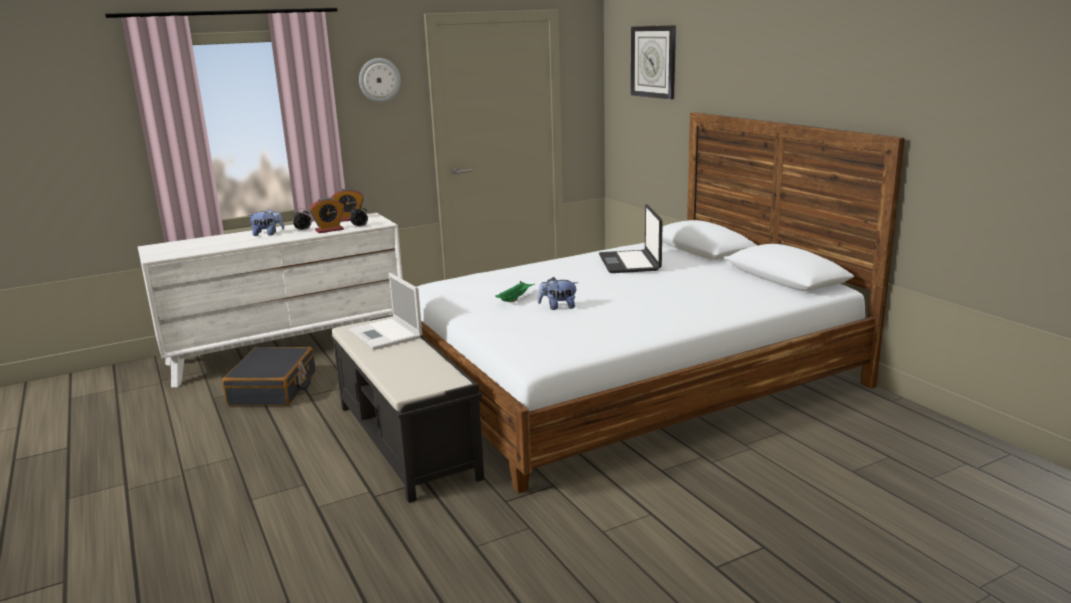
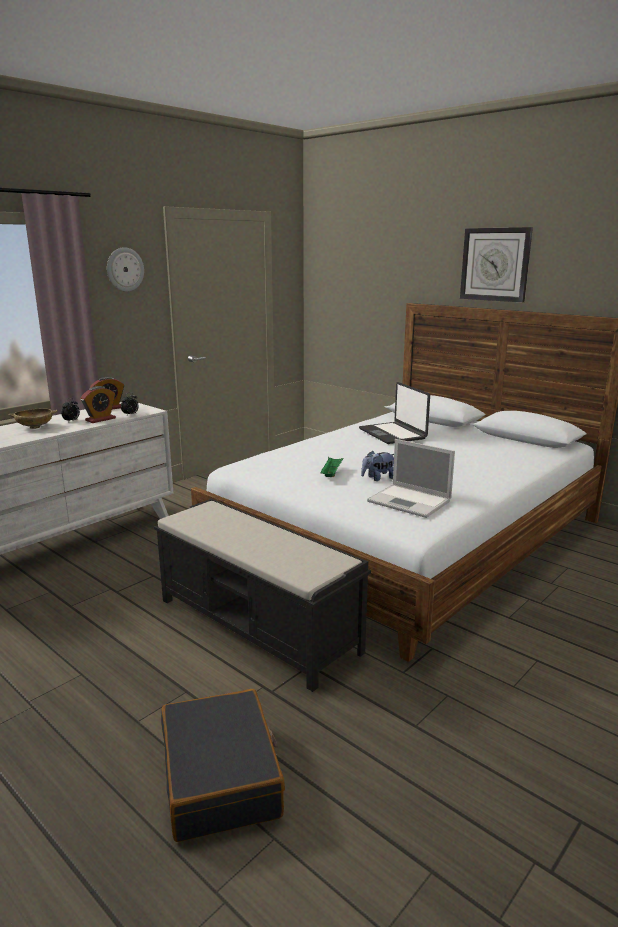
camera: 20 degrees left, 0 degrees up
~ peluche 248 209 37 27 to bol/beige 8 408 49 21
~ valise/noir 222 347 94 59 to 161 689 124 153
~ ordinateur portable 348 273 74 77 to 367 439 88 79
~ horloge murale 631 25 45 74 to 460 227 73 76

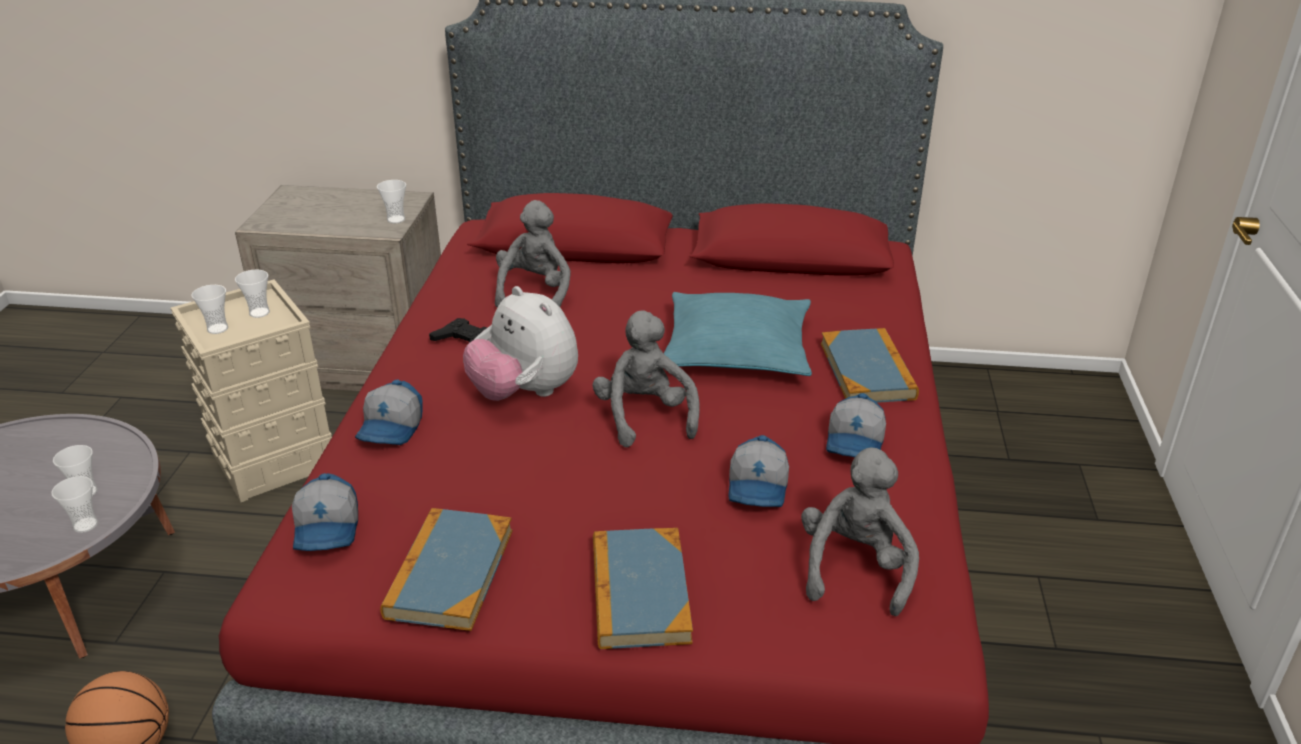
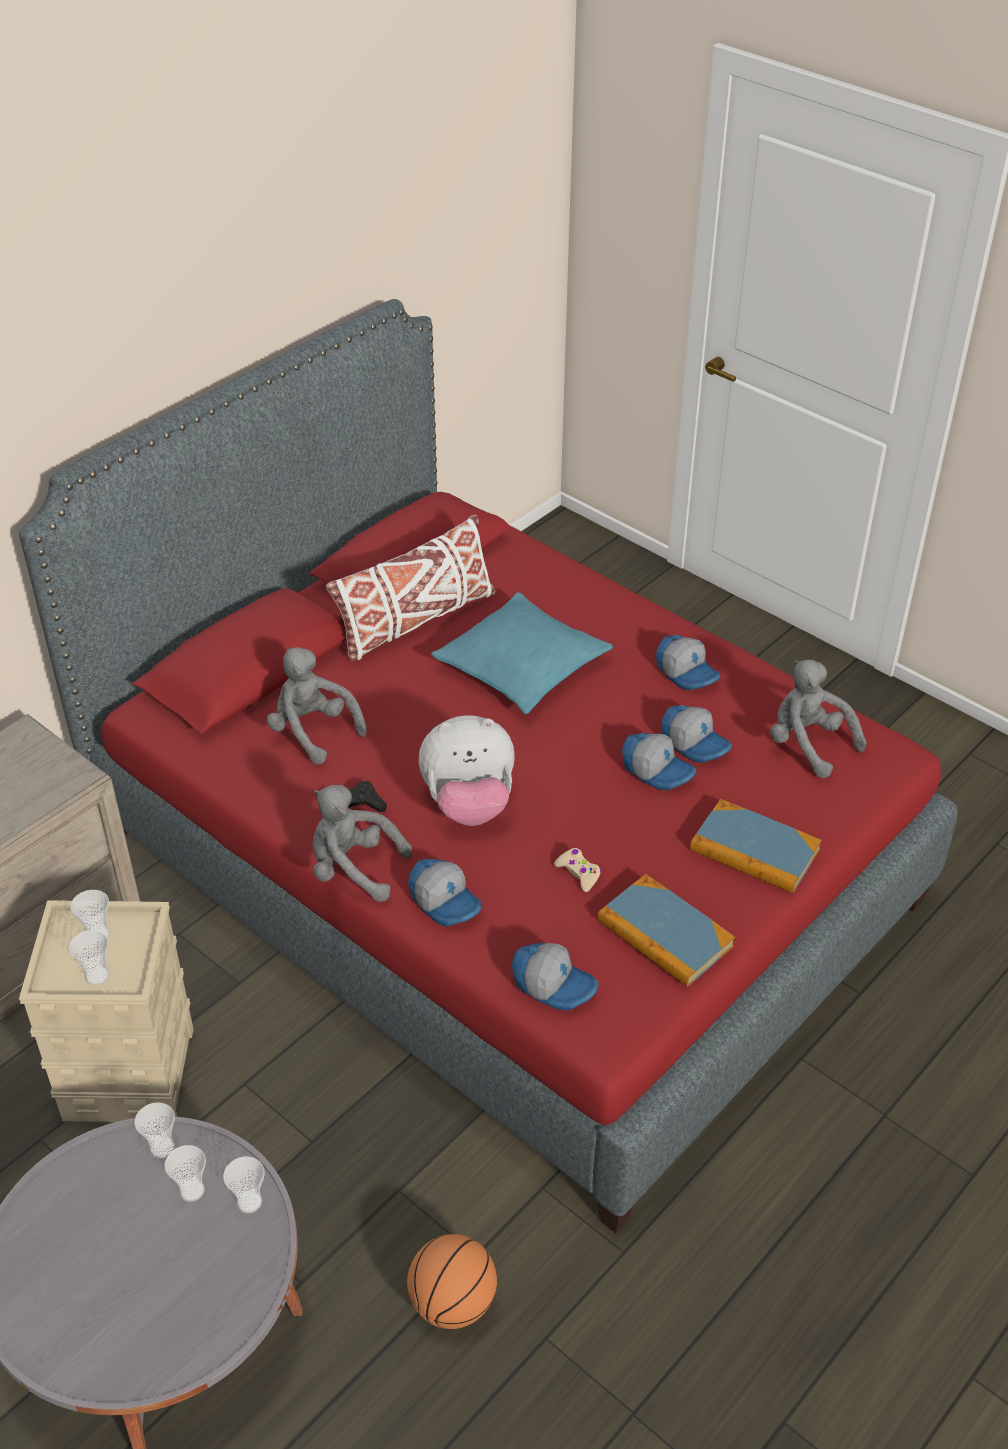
camera: 55 degrees left, 10 degrees up
~ tasse 377 180 29 43 to 135 1102 40 56
~ peluche/gris 593 311 107 136 to 313 785 99 117
+ coussin/blanc 326 514 169 147
+ manette/beige 554 848 47 44
+ casquette 622 733 74 57
- livre 821 328 98 75

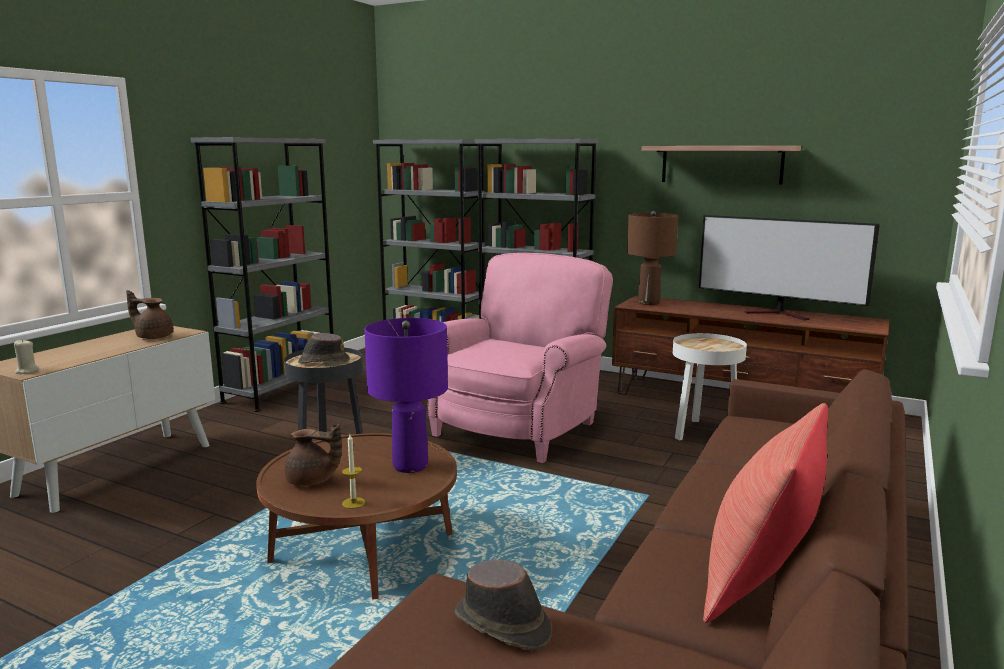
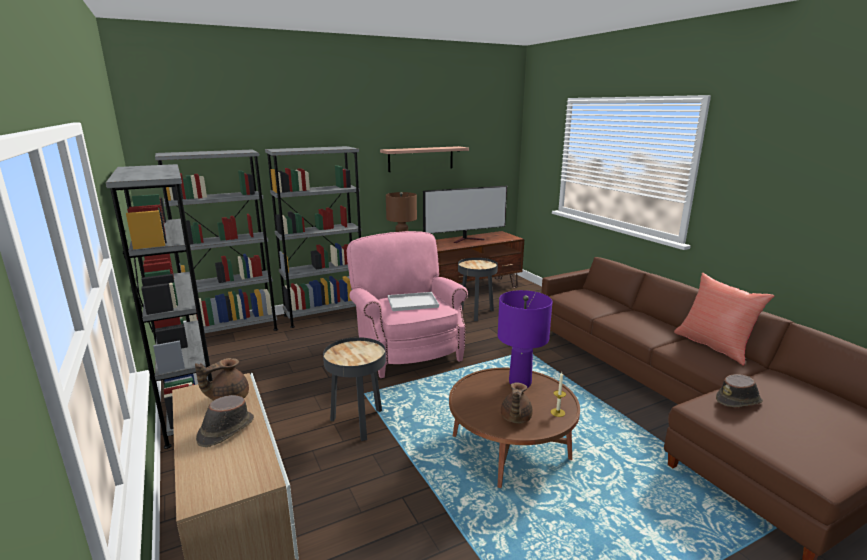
camera: 55 degrees left, 5 degrees up
~ chapeau/marron 298 333 52 30 to 196 395 58 52
+ plateau/blanc 388 292 51 19
~ table d'appoint/blanc 673 333 74 108 to table d'appoint/noir 458 258 40 63
~ théière/marron 285 424 57 62 = 501 382 32 41 150 degrees clockwise
- bougie/beige 14 339 25 35

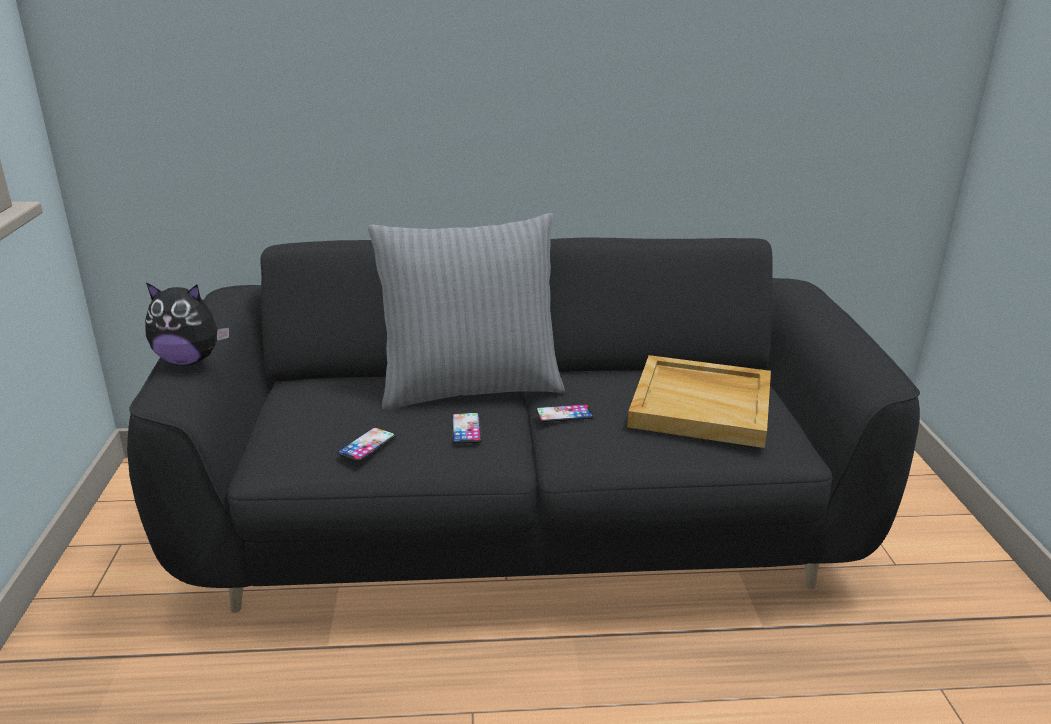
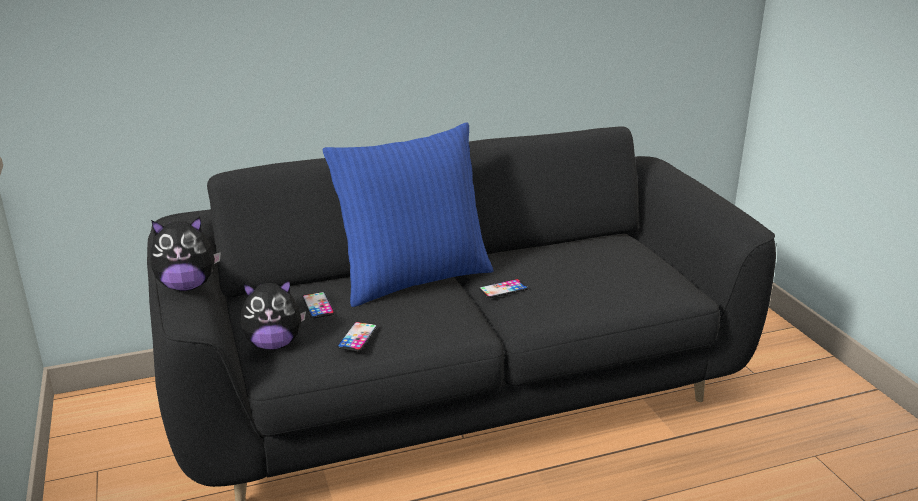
camera: 15 degrees left, 0 degrees up
+ peluche 241 279 65 71
~ téléphone 452 413 30 31 to 302 292 33 26
~ coussin/gris 368 213 197 197 to coussin/bleu 322 122 172 185
- plateau/beige 627 355 144 93

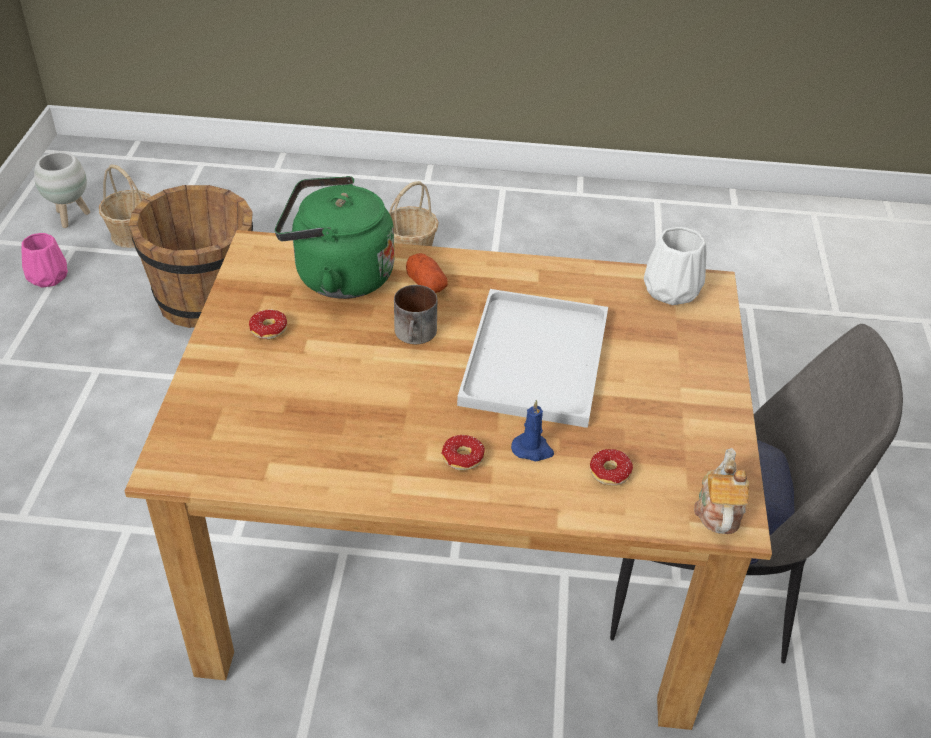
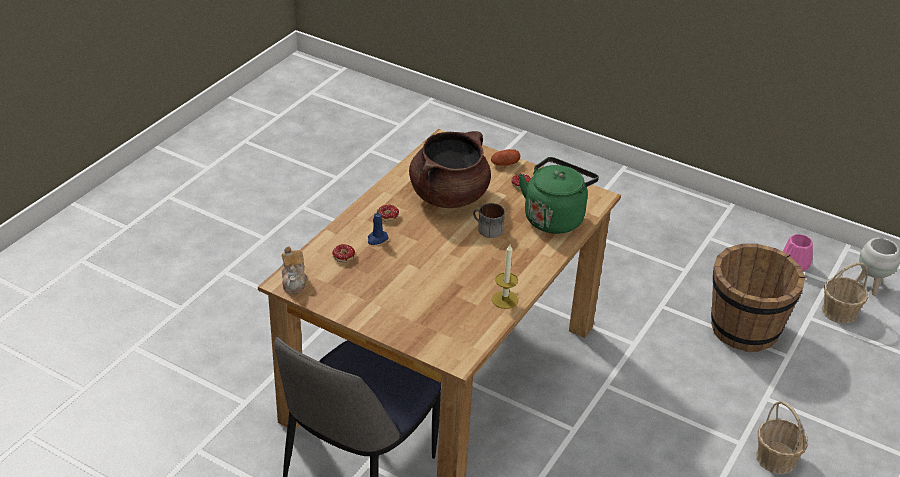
camera: 115 degrees right, 5 degrees down
~ théière 694 448 55 86 = 281 246 26 48 45 degrees clockwise
+ marmite/marron 409 131 82 77
~ pomme de terre 406 253 42 40 to 491 149 29 16
+ bougie 492 245 26 64
- plateau/blanc 457 289 151 139
- vase/blanc 644 227 62 78

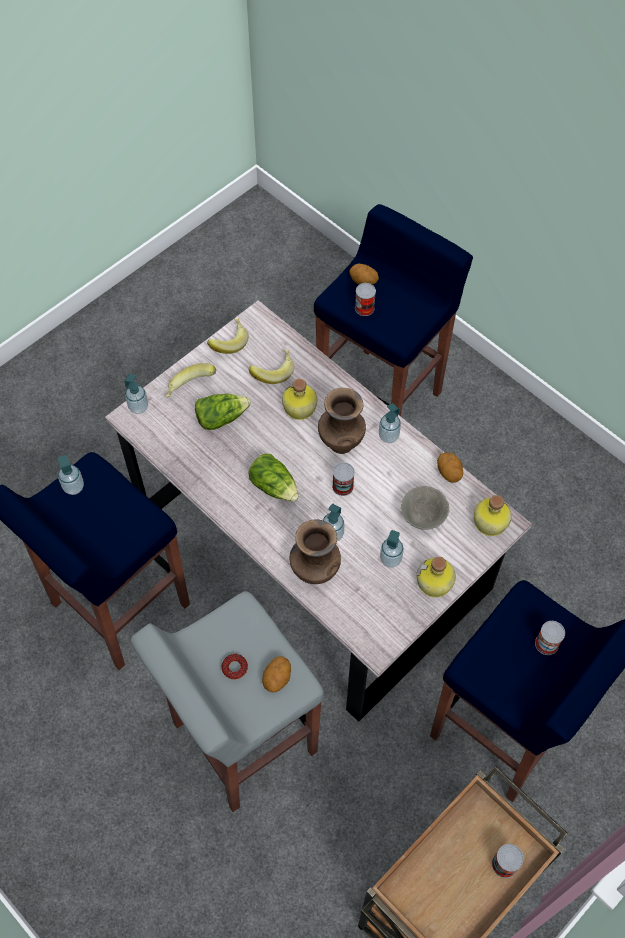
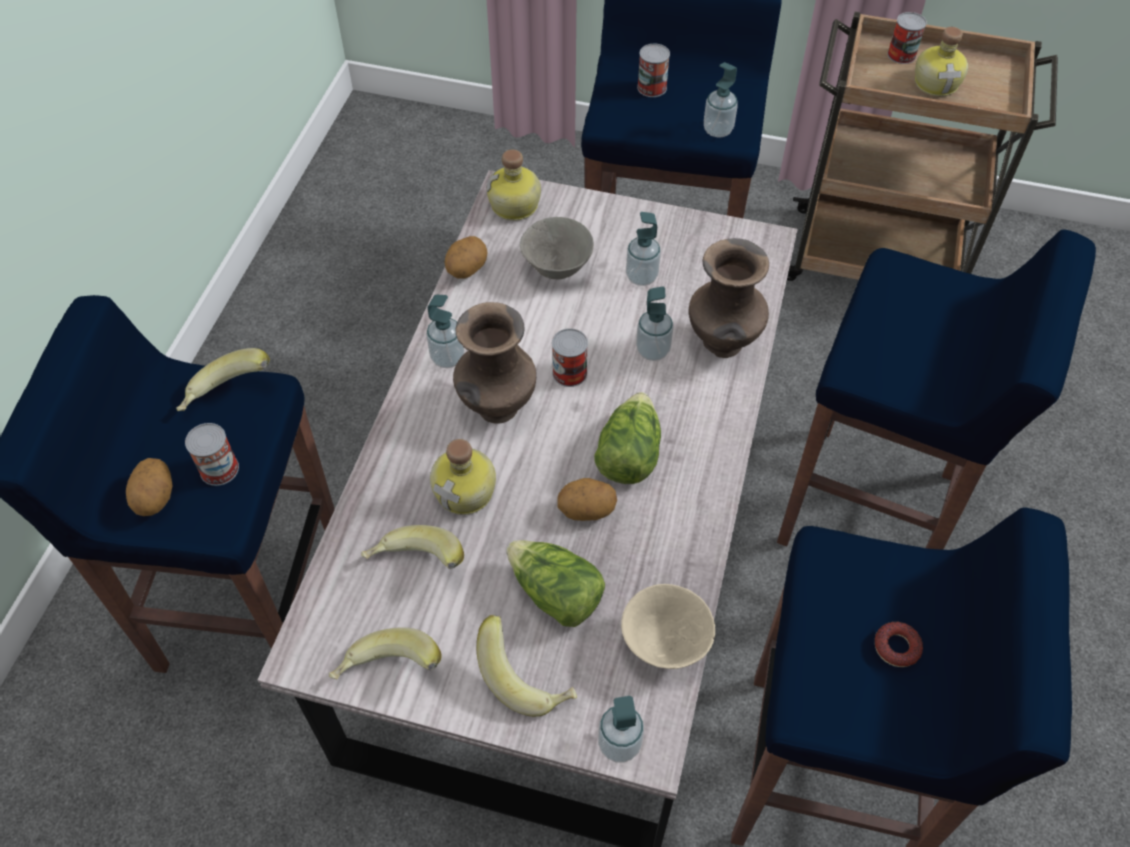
camera: 120 degrees left, 5 degrees down
+ banane 176 348 94 63
~ pomme de terre 262 656 29 37 to 557 478 60 43
+ bol/beige 621 584 94 85
~ distributeur de savon 58 455 26 40 to 704 62 34 75
~ tabouret/gris 131 591 193 221 to tabouret/bleu 777 229 319 321
~ beignet 221 654 27 26 to 875 621 48 46
~ bouteille 417 557 39 40 to 915 27 53 69

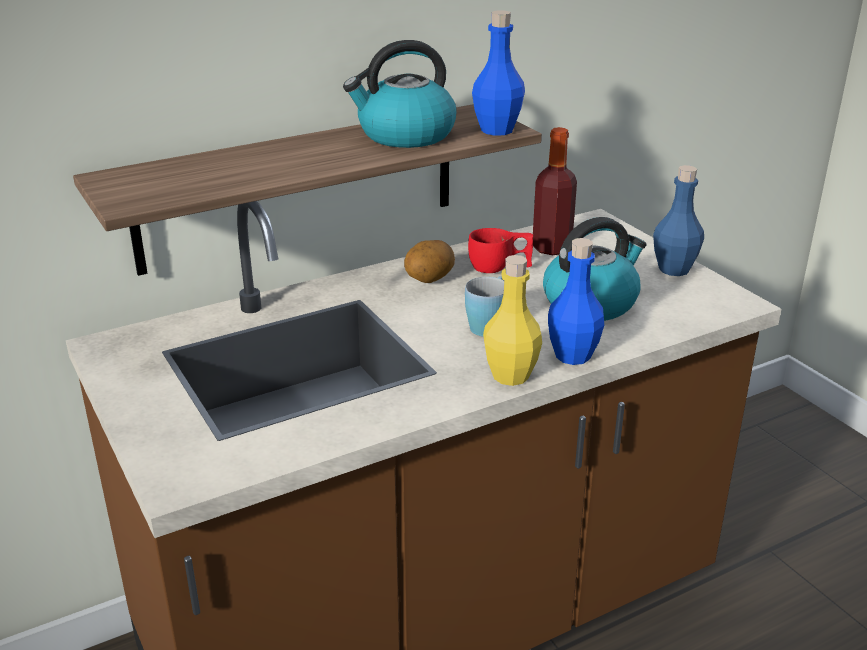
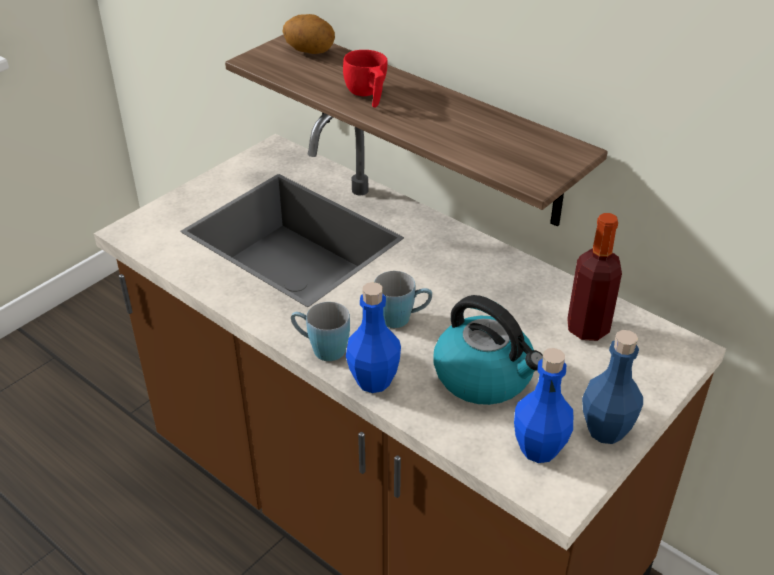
camera: 70 degrees right, 10 degrees up
~ pomme de terre 404 240 51 43 to 283 14 52 40
~ bouteille/jaune 483 255 59 131 to mug/bleu 291 302 59 59
~ tasse/rouge 468 228 65 45 to 343 50 44 57
~ bouteille/bleu 472 10 53 126 to 514 348 59 115
- bouilloire 343 40 114 108

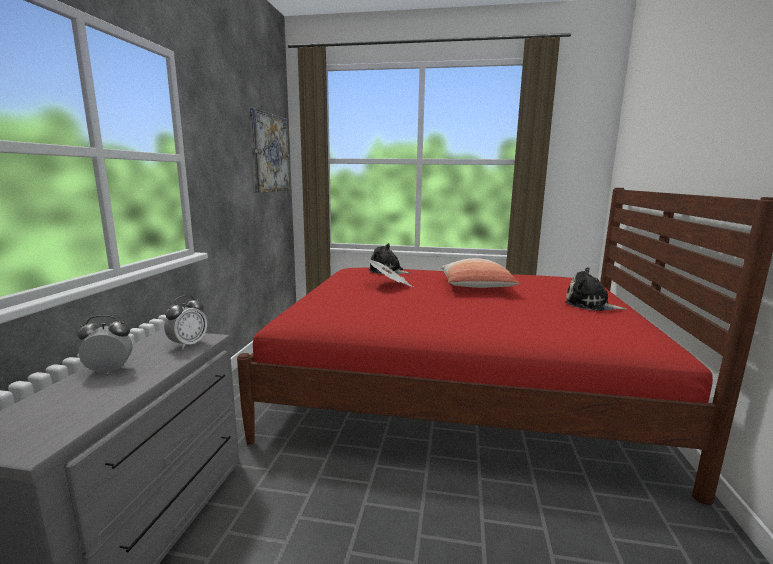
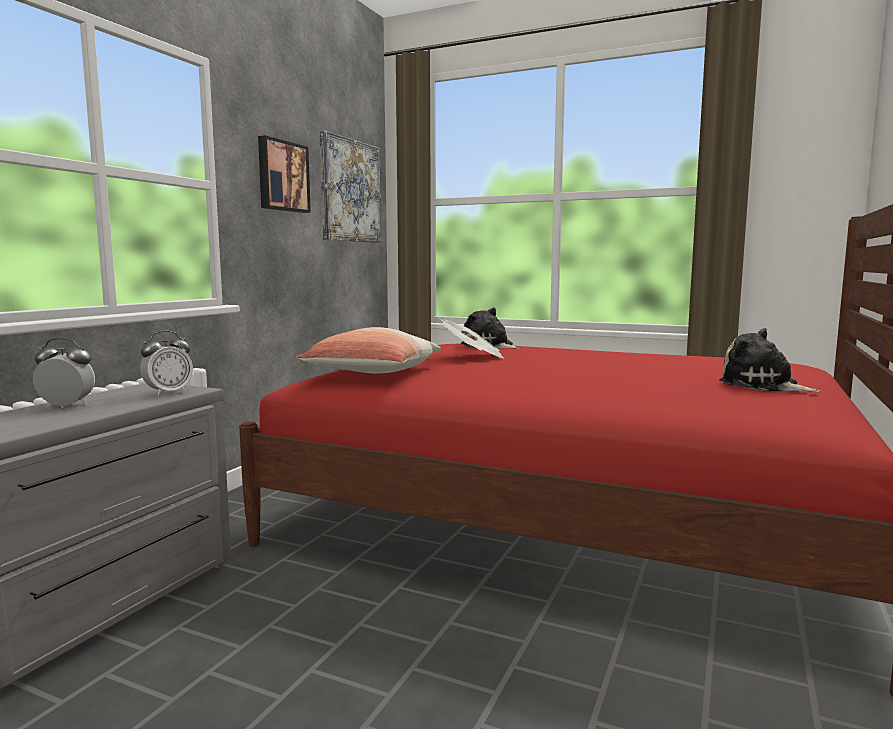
camera: 15 degrees right, 5 degrees down
+ tableau 258 135 53 78
~ coussin 441 258 79 30 to 296 327 145 46

